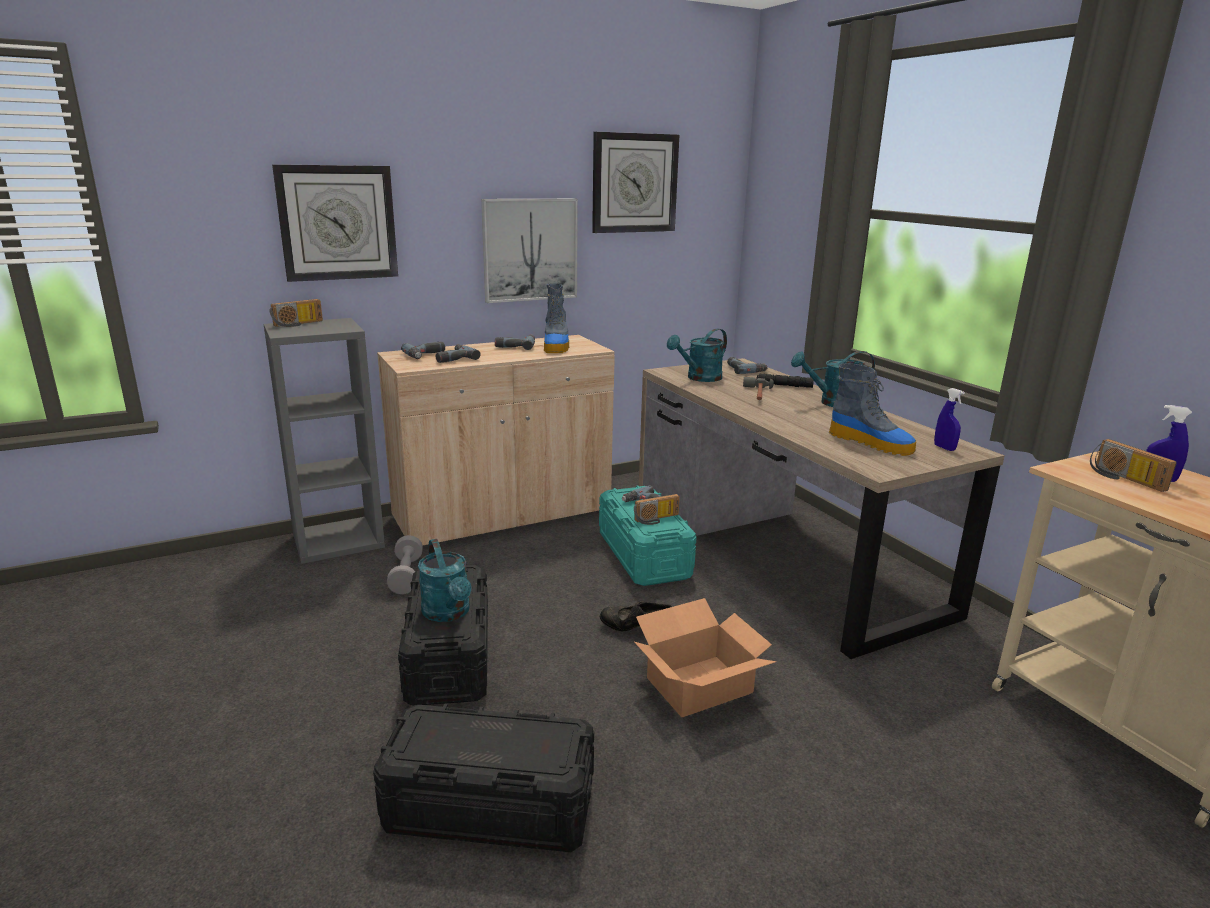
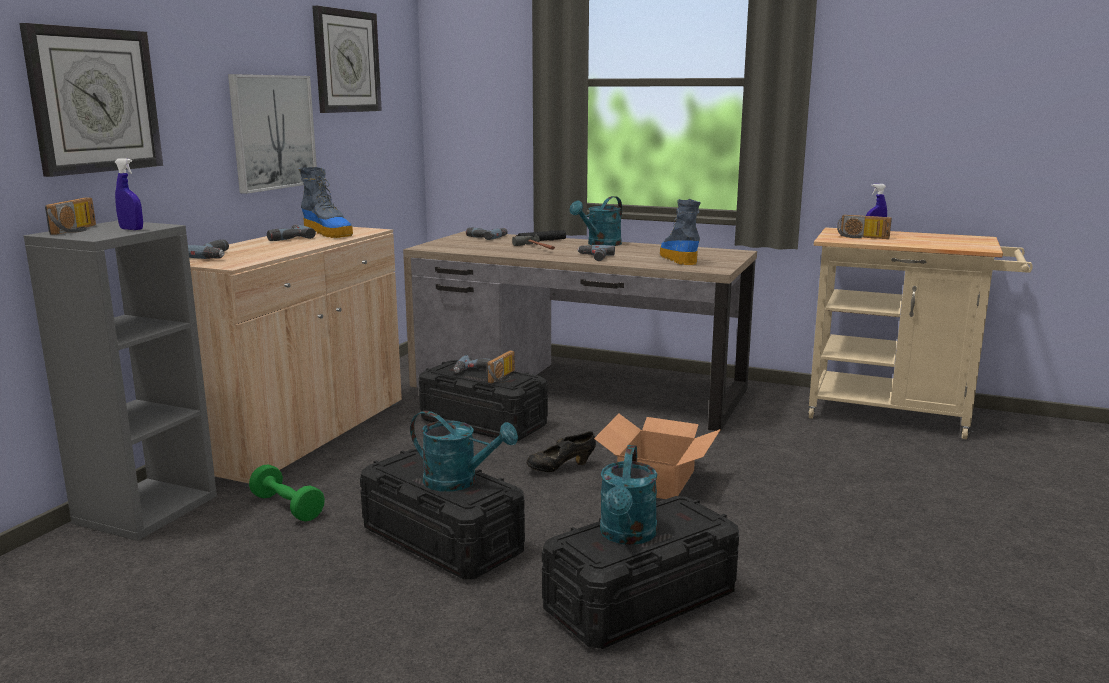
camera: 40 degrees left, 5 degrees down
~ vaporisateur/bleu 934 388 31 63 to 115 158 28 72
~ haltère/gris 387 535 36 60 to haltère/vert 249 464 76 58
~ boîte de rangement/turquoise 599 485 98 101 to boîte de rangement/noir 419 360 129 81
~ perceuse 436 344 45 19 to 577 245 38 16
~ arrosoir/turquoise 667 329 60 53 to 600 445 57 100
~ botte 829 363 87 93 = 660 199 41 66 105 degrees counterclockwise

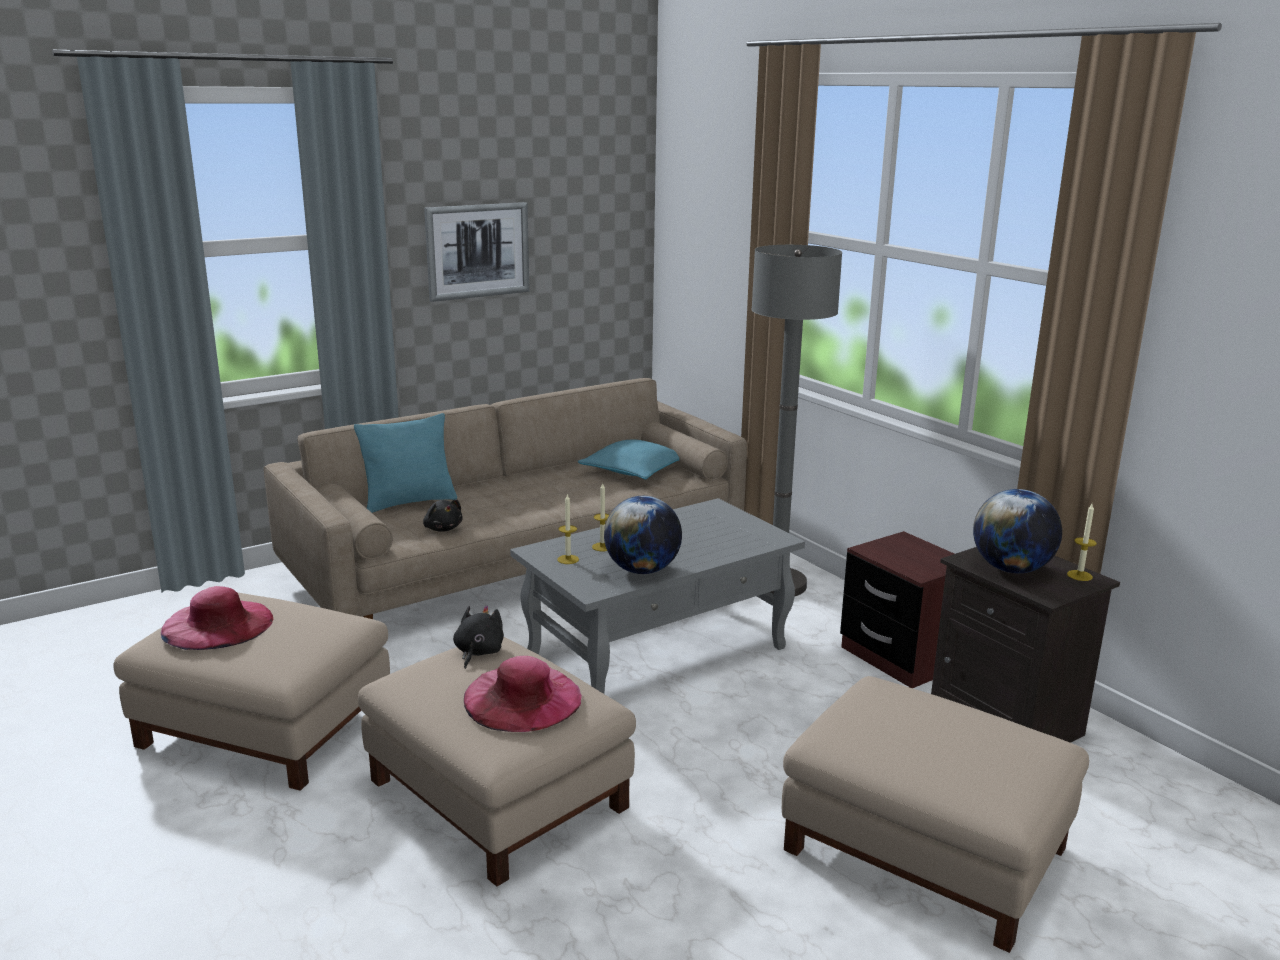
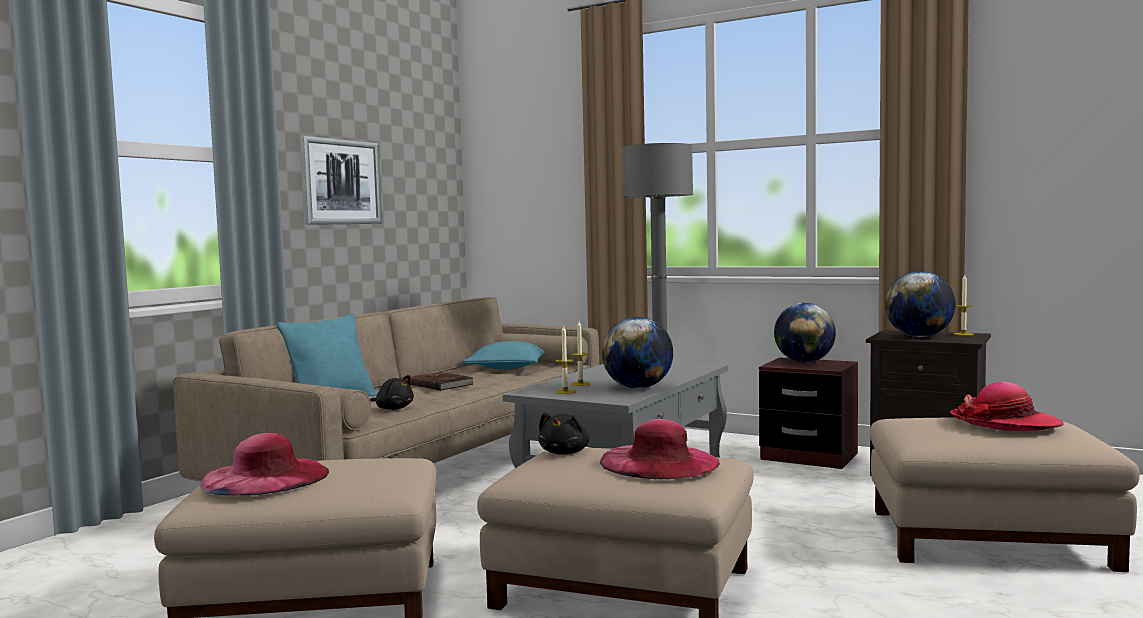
camera: 25 degrees left, 15 degrees down
+ livre/marron 410 372 64 19
~ peluche/noir 453 605 51 64 = 539 412 51 43 150 degrees counterclockwise
+ globe 774 303 62 60
+ chapeau 950 382 114 49

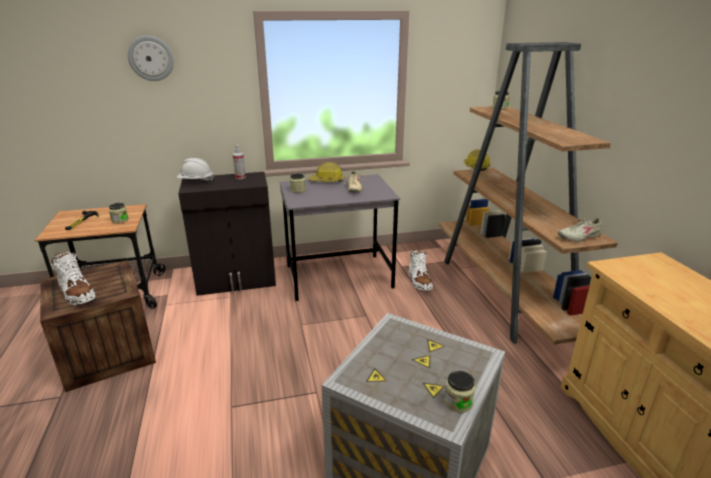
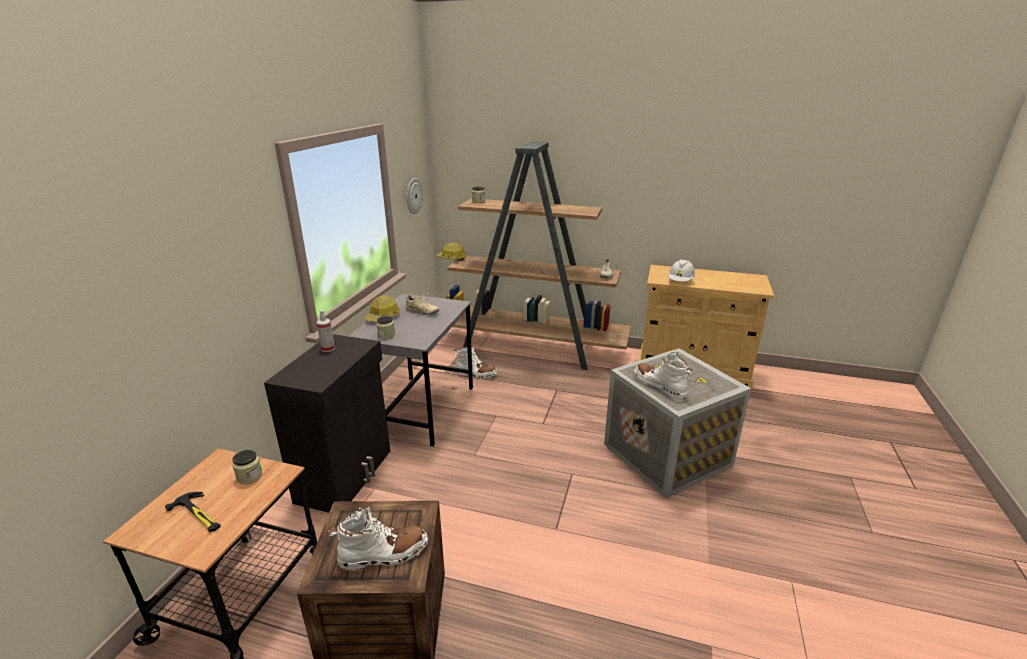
camera: 60 degrees left, 0 degrees up
~ horloge murale 128 36 46 45 to 406 178 17 36
+ botte/blanc 634 352 59 47
~ casque de chantier/blanc 177 158 37 23 to 668 259 27 23
- bocal 444 371 31 42

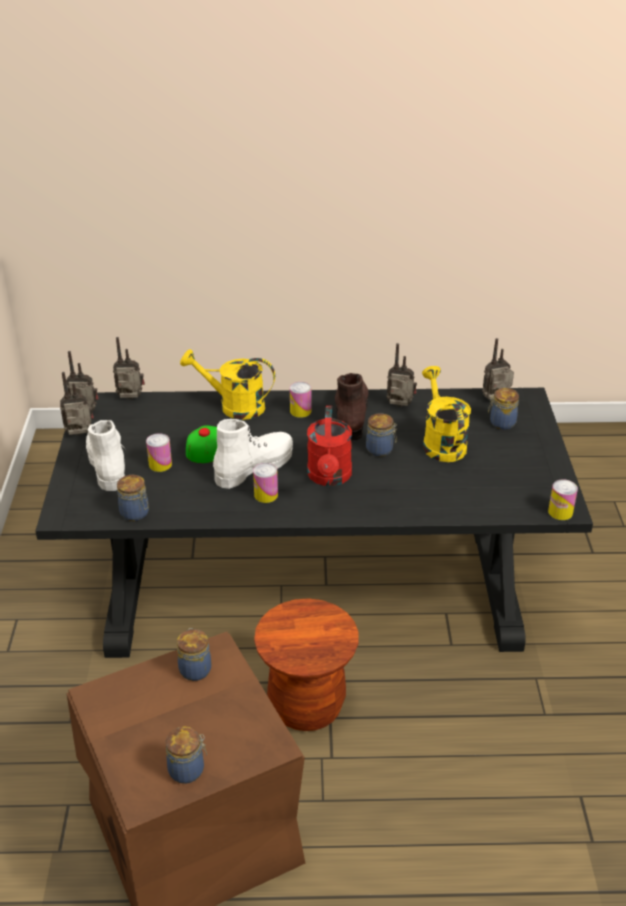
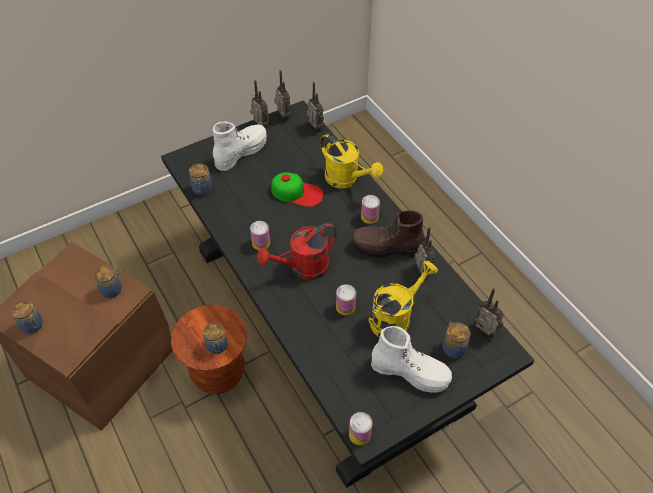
camera: 60 degrees right, 15 degrees up
~ bocal 366 413 31 44 to 203 322 24 32
~ arrosoir/jaune 180 349 95 71 = 320 134 63 54 150 degrees clockwise
~ boîte métallique 146 433 26 39 to 336 284 20 31
~ botte/marron 335 373 34 67 = 352 210 73 48 150 degrees counterclockwise
~ botte/blanc 213 419 80 70 to 371 326 81 66

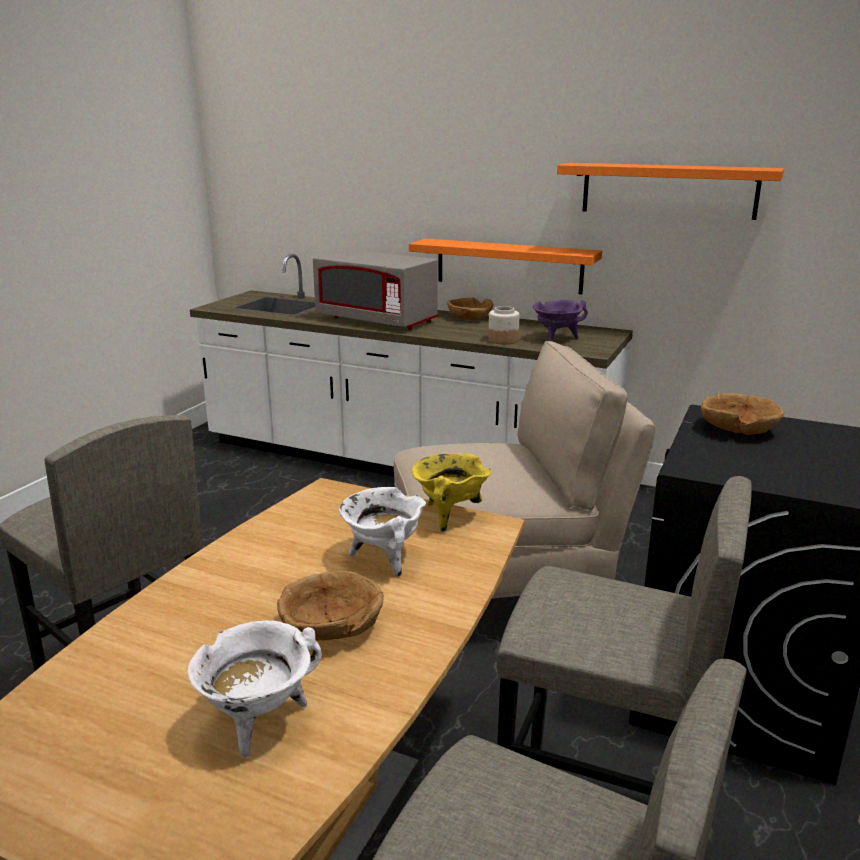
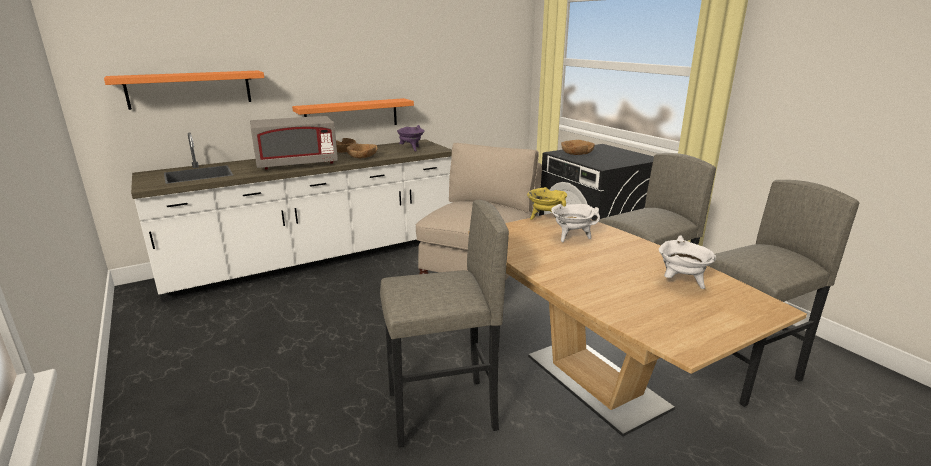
camera: 55 degrees left, 0 degrees up
~ étagère/orange 557 163 227 57 to 104 71 160 39
~ bol/marron 277 571 107 70 to 346 144 31 14
- bocal 488 306 32 38

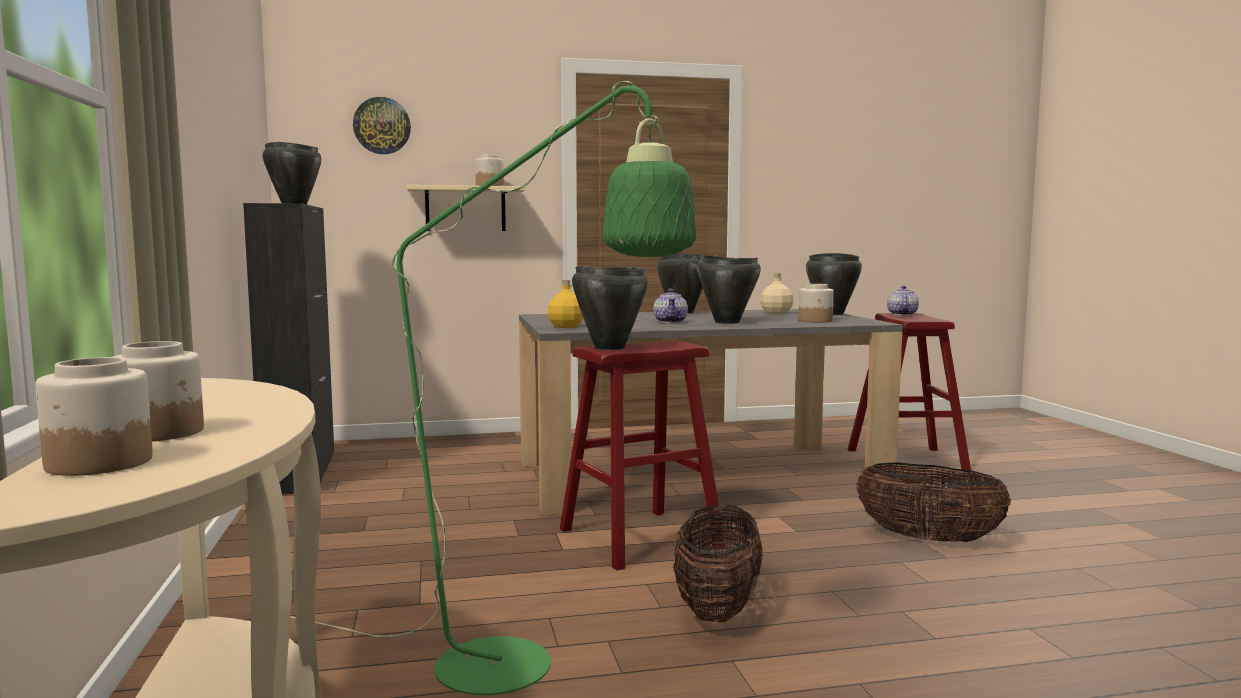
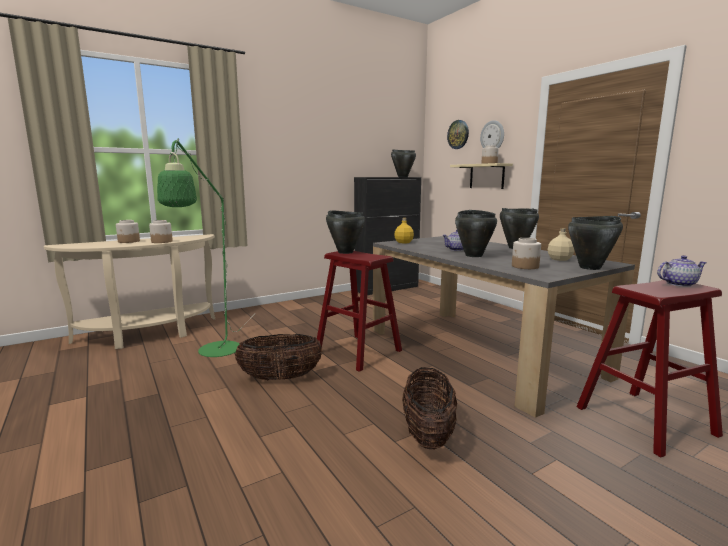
camera: 70 degrees right, 5 degrees up
~ bocal 35 357 118 119 to 149 220 24 23
+ horloge murale 480 120 24 28

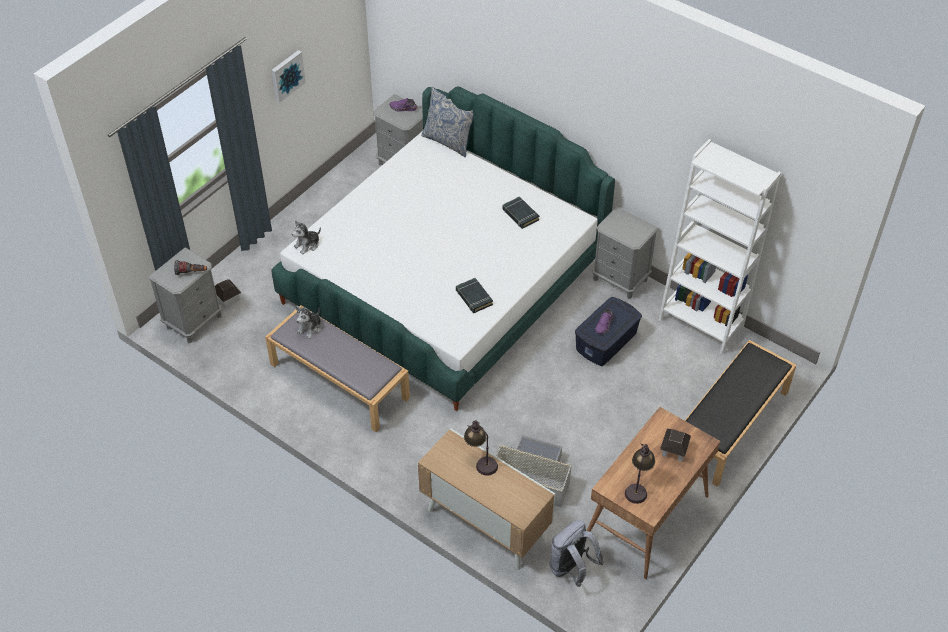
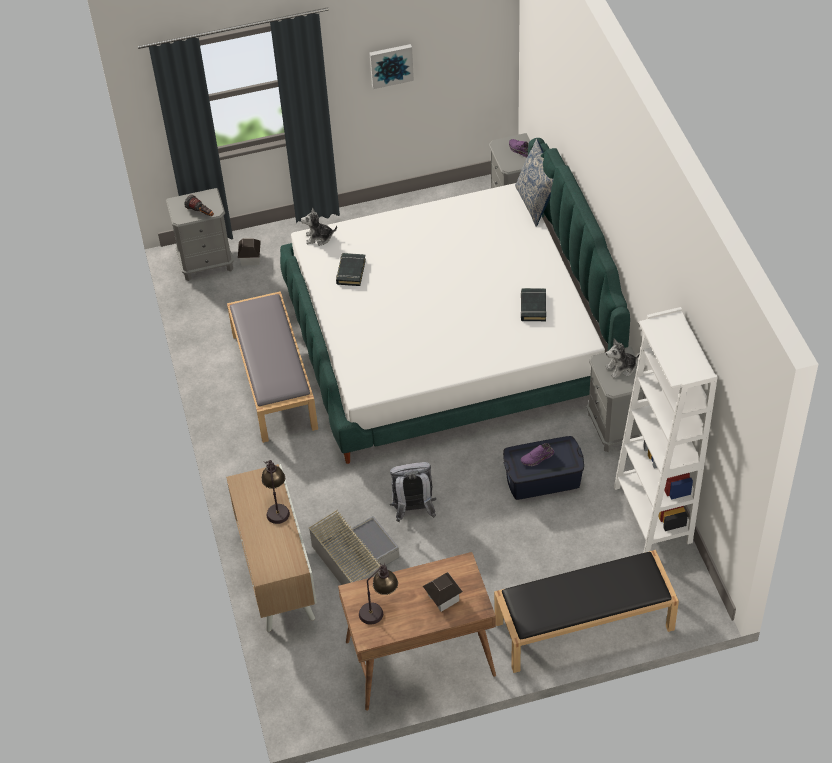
camera: 40 degrees right, 0 degrees up
~ livre/noir 456 278 37 35 to 336 253 30 33
~ sac à dos/gris 550 520 54 67 to 390 462 46 60
~ peluche 296 306 26 33 to 605 339 35 40

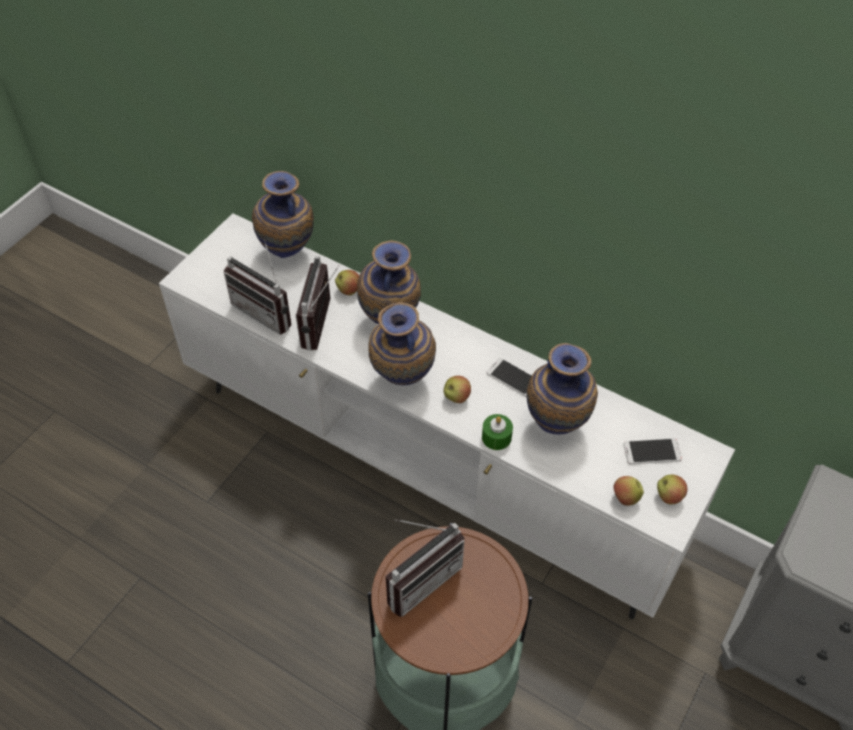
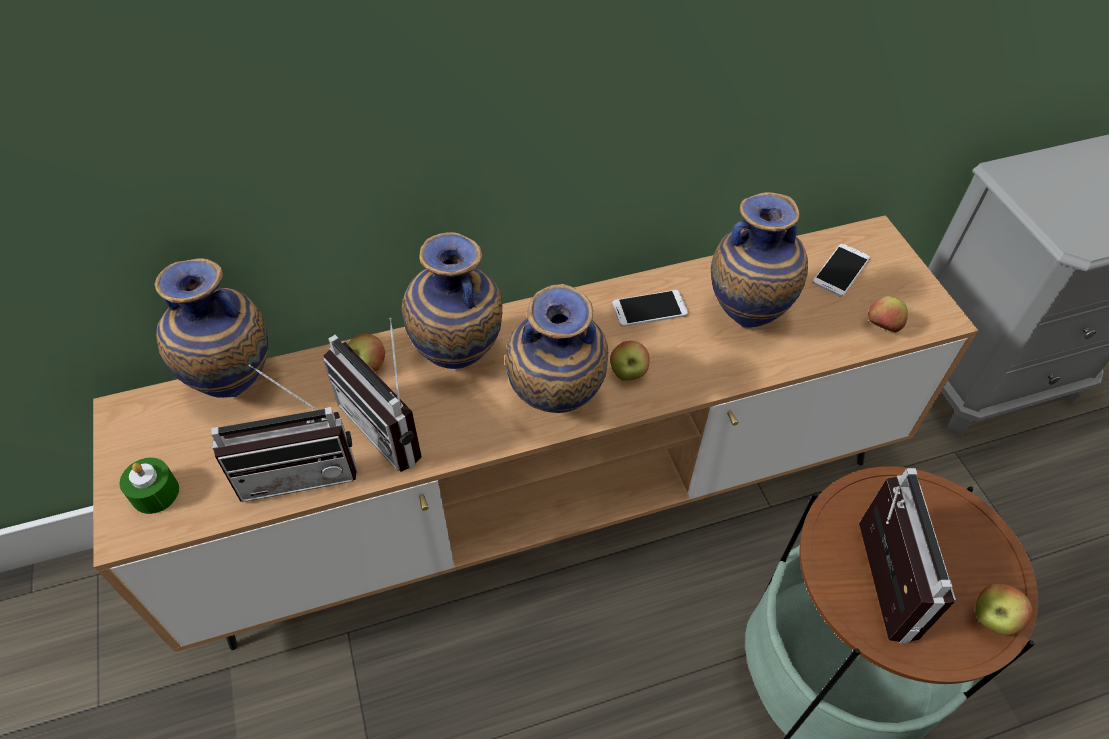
camera: 50 degrees left, 0 degrees up
~ meuble télé/blanc 159 213 576 406 to meuble télé/marron 93 215 886 437
~ bougie/vert 482 414 31 36 to 120 458 59 56
~ pomme 657 474 30 30 to 975 584 57 52

